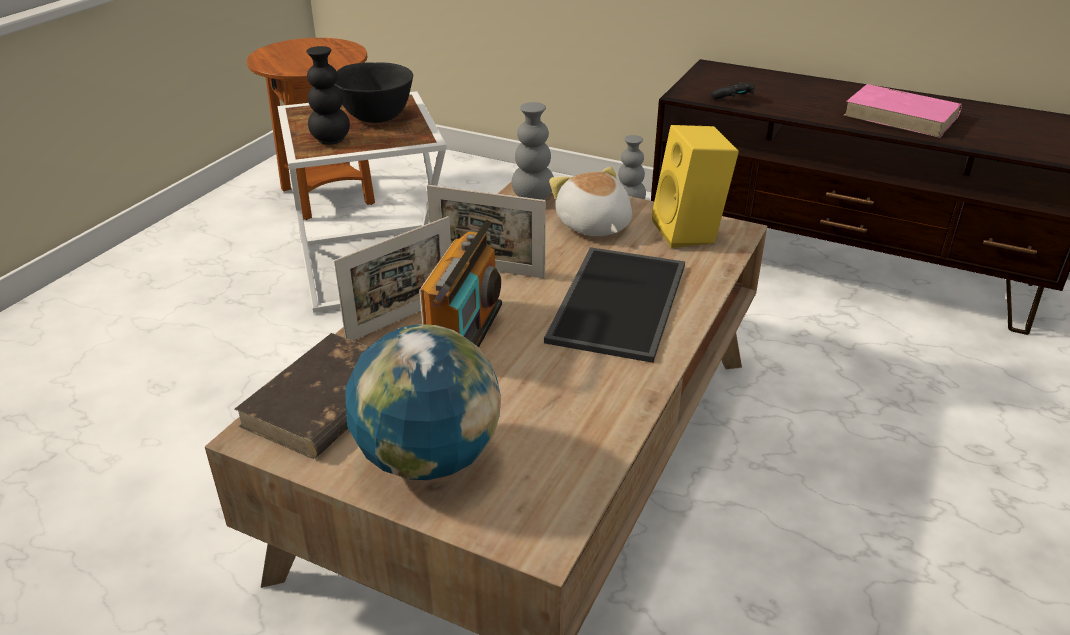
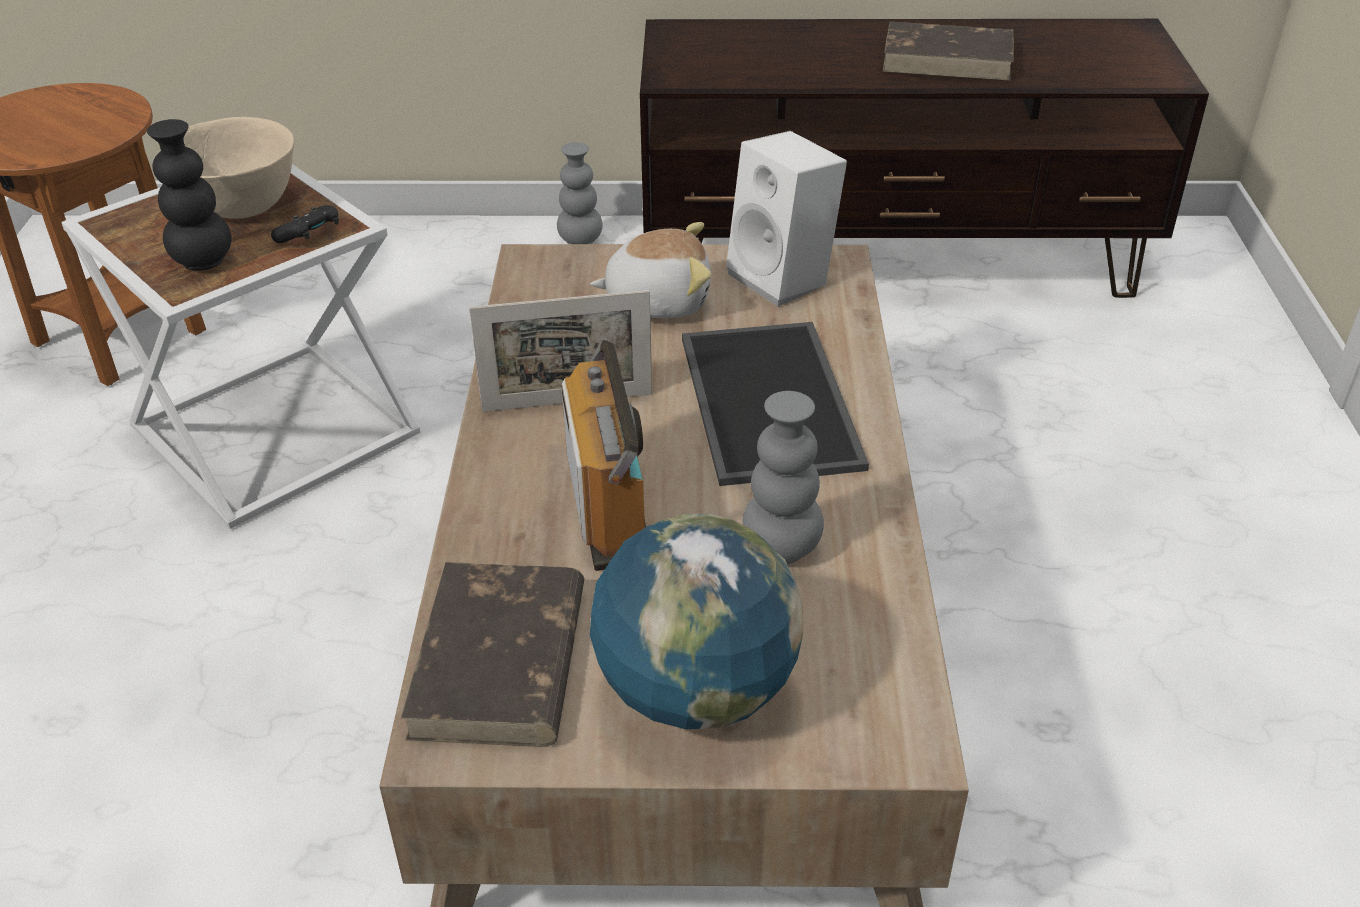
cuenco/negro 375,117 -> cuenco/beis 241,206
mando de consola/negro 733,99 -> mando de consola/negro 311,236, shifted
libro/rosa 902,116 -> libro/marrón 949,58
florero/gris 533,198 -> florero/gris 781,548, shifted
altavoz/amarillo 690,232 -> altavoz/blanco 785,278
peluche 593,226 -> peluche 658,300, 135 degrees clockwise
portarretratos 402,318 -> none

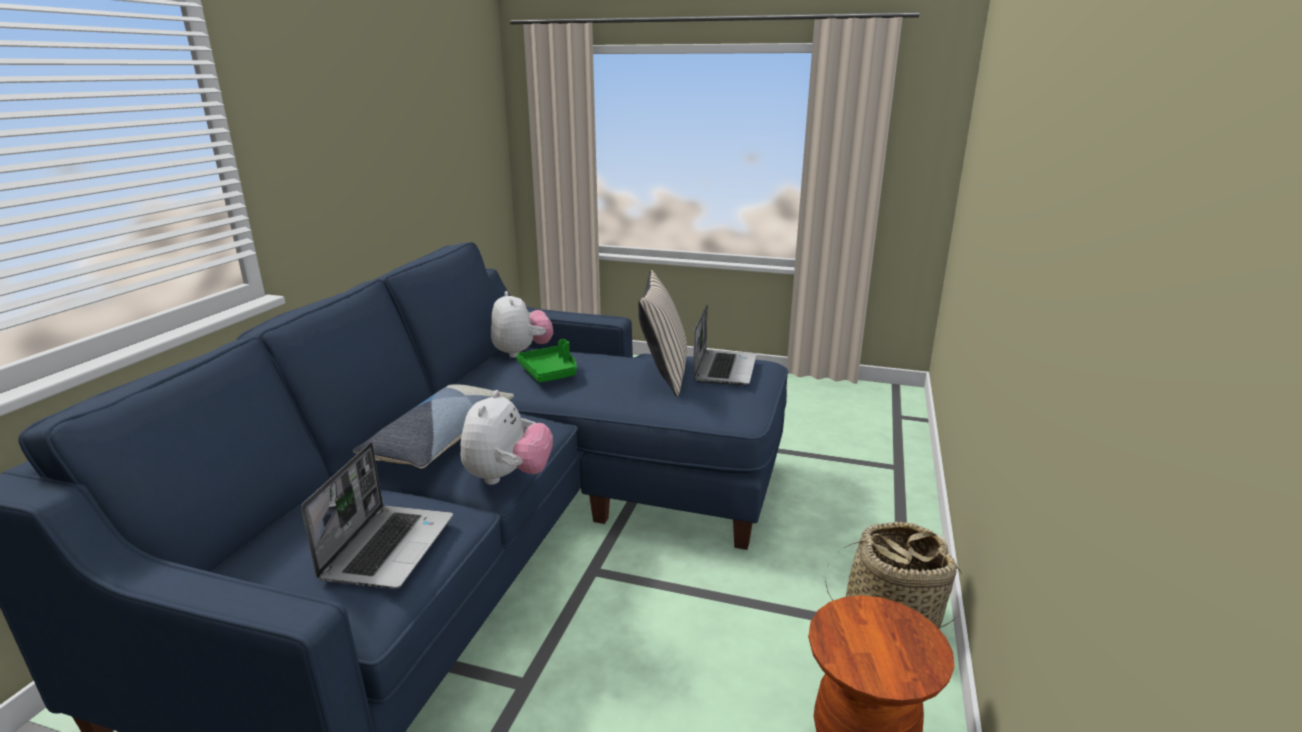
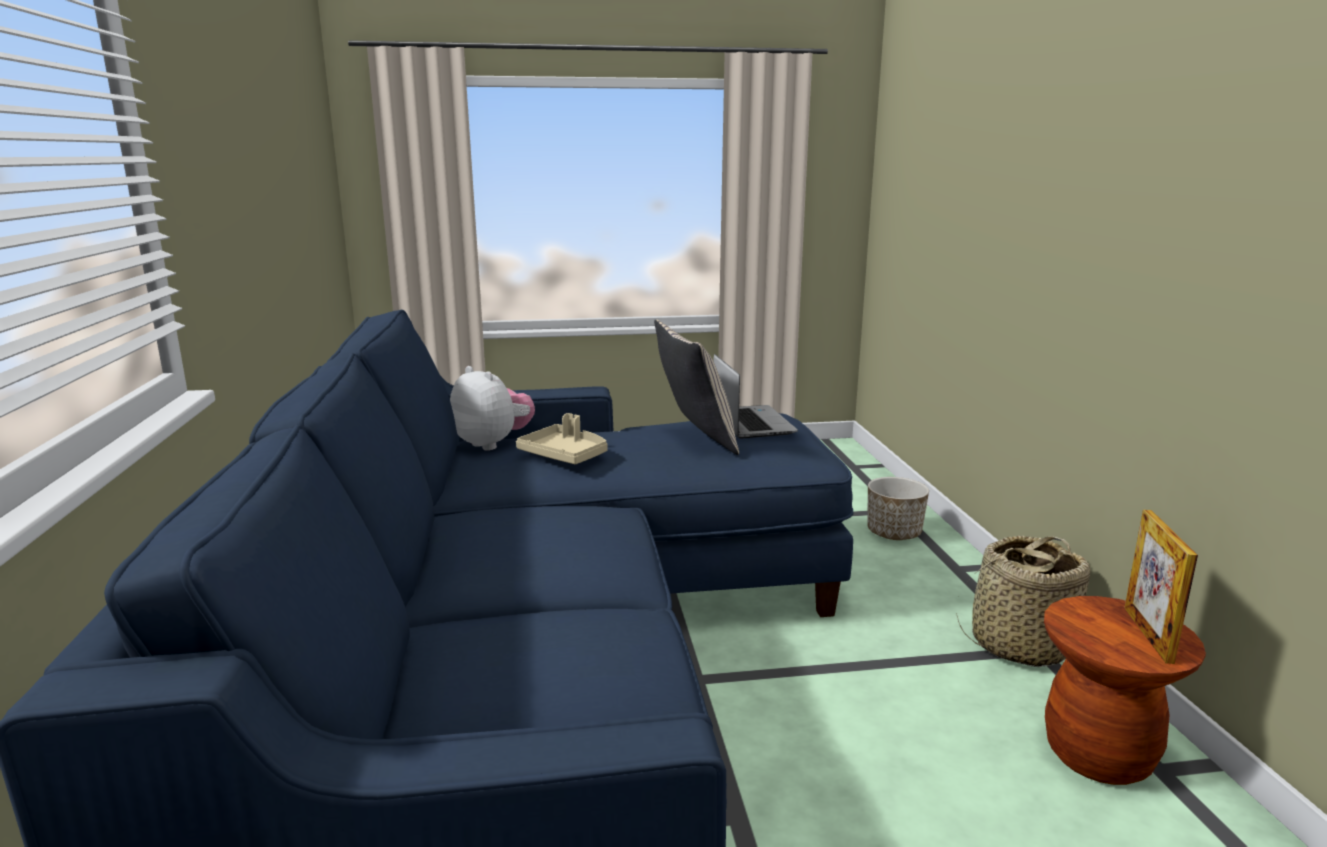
bandeja/verde 550,372 -> bandeja/beis 565,455
cojín 440,438 -> none
peluche 508,477 -> none
portátil 388,547 -> none
none -> maceta 894,533
none -> portarretratos 1148,634

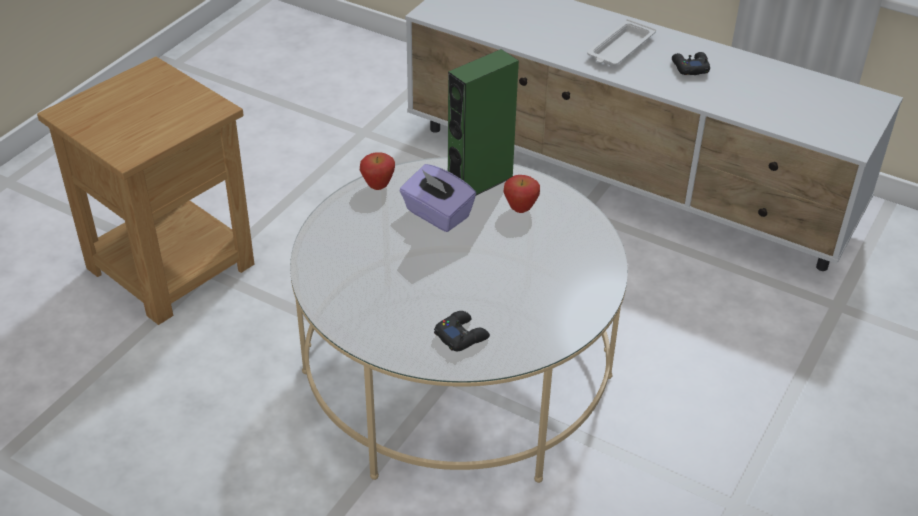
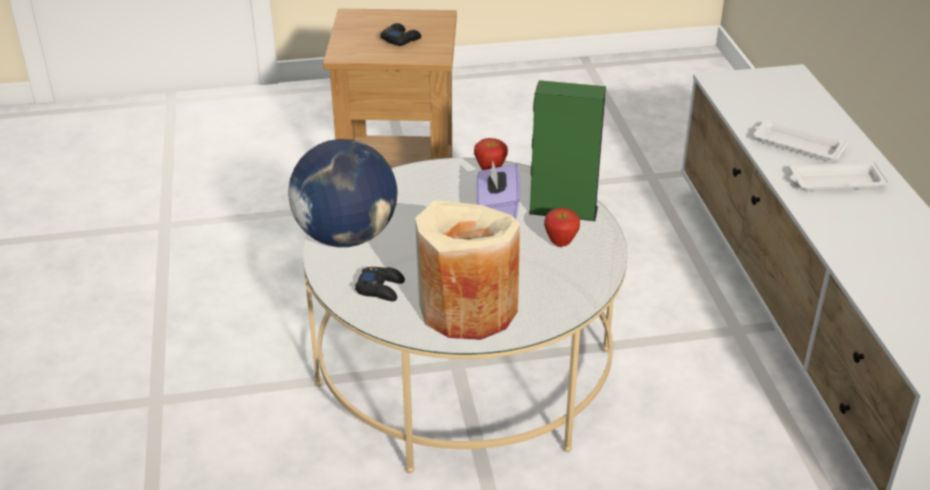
mando de consola/negro 690,67 -> mando de consola/negro 400,39, shifted
none -> bandeja/blanco 796,145
none -> globo terráqueo 346,236
none -> florero/beis 467,309

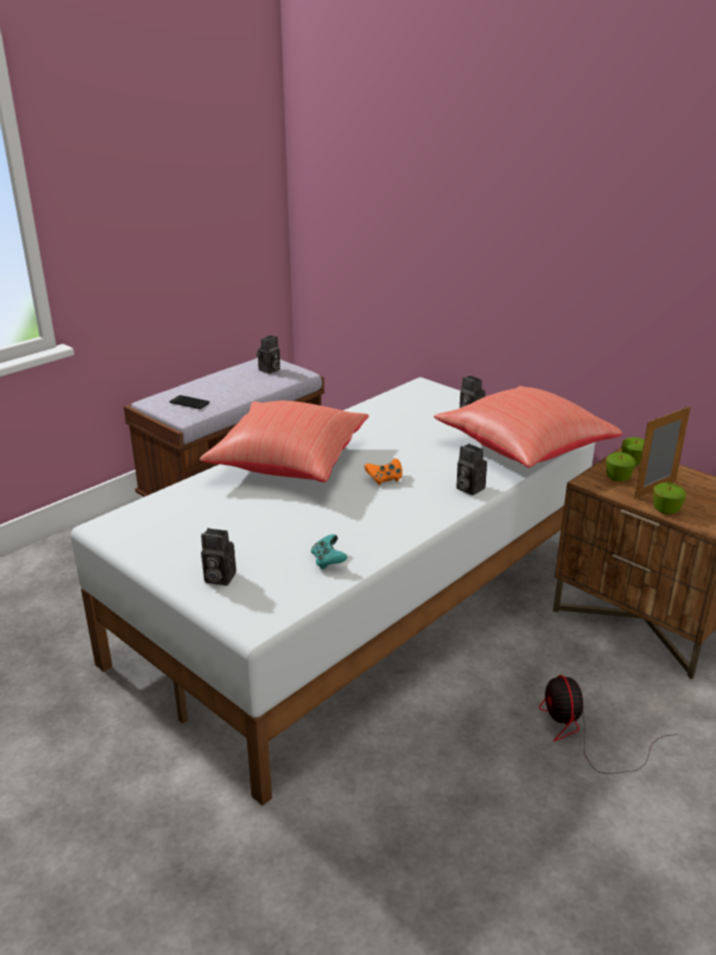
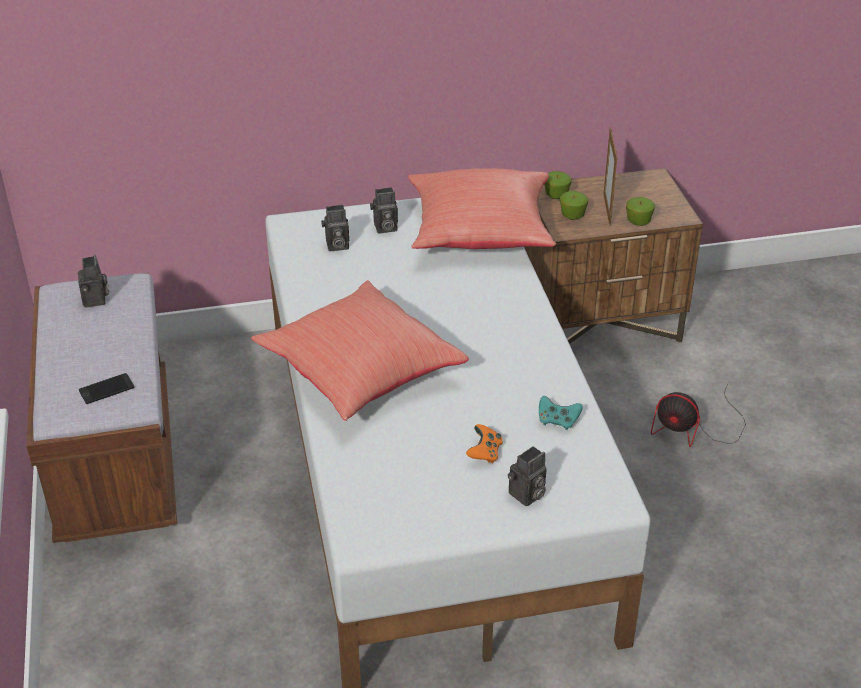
cámara 468,488 -> cámara 336,246, shifted
mando de consola/naranja 384,479 -> mando de consola/naranja 484,453, shifted

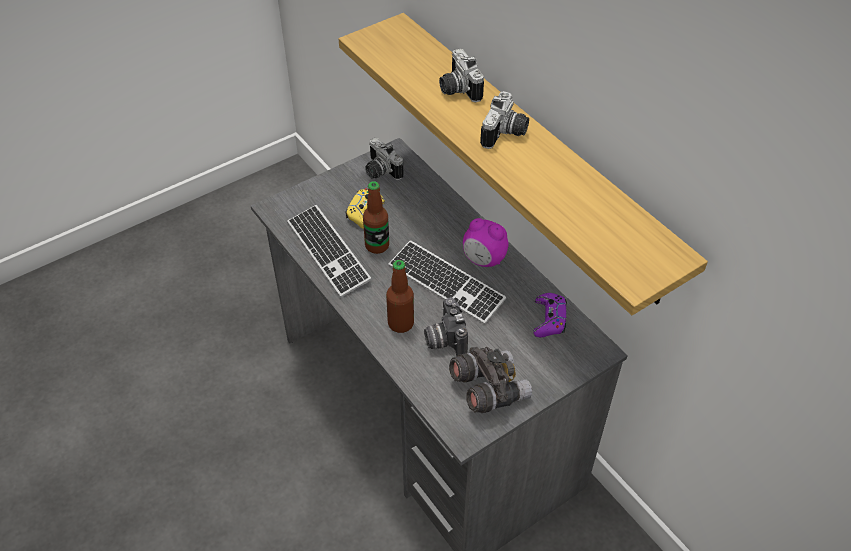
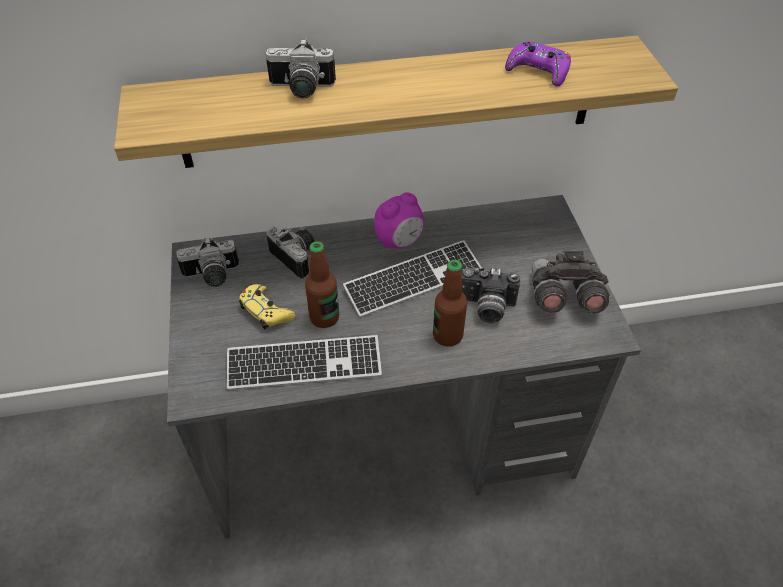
cámara 506,134 -> cámara 298,256, shifted
mando de consola/morado 549,319 -> mando de consola/morado 538,71, shifted

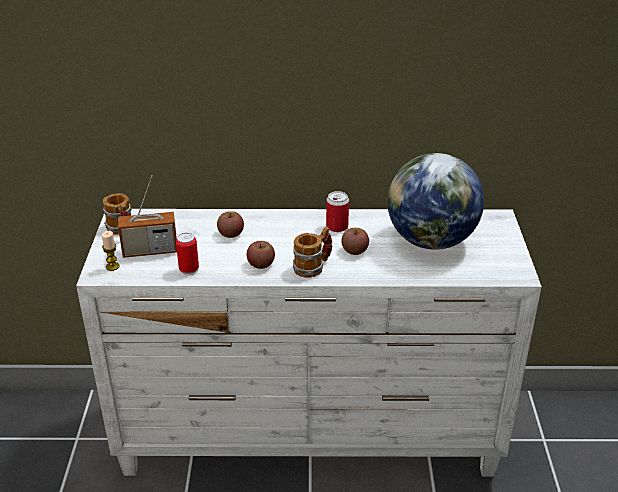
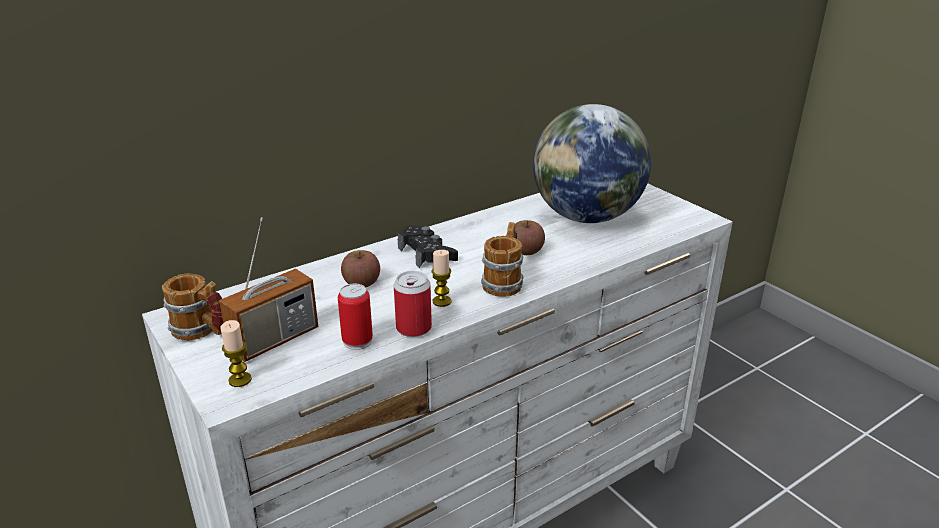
lata 337,227 -> lata 413,328, shifted
manzana 261,264 -> vela 442,301
none -> mando de consola/negro 427,254

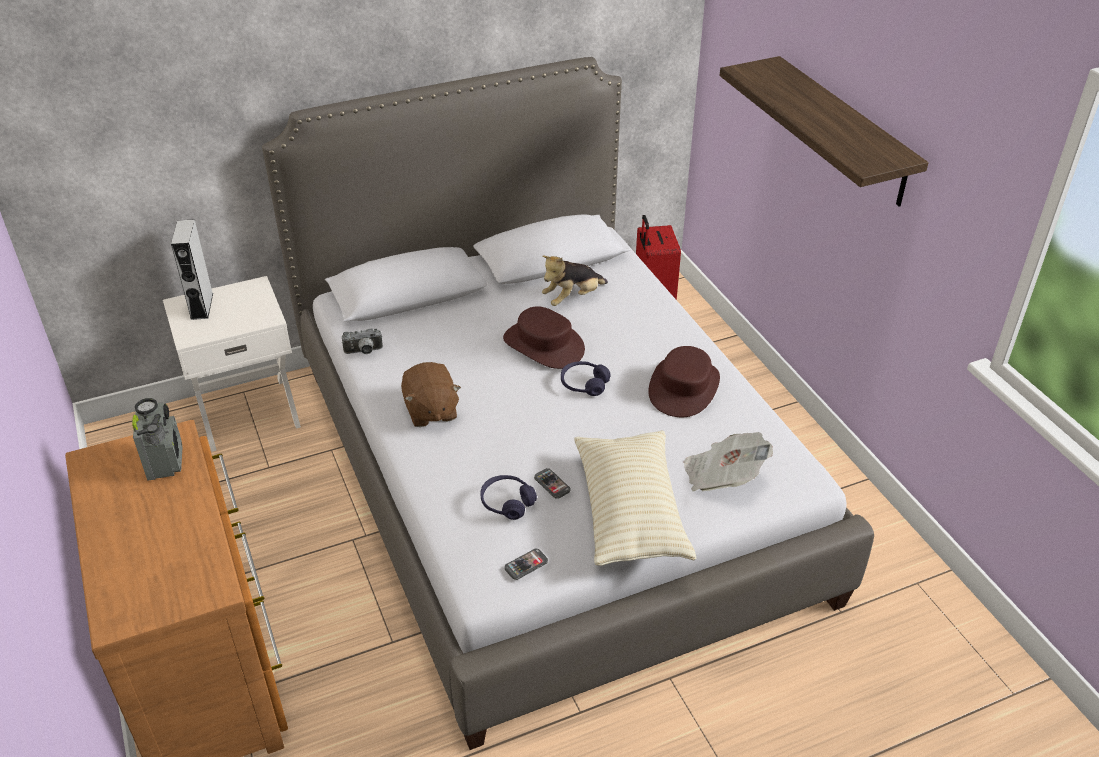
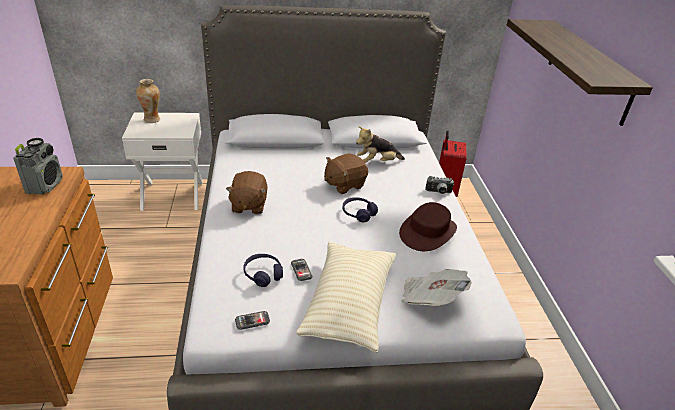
altavoz/gris 202,306 -> florero 152,119
sombrero/marrón 544,345 -> peluche/marrón 344,184
cámara 364,352 -> cámara 438,192, shifted

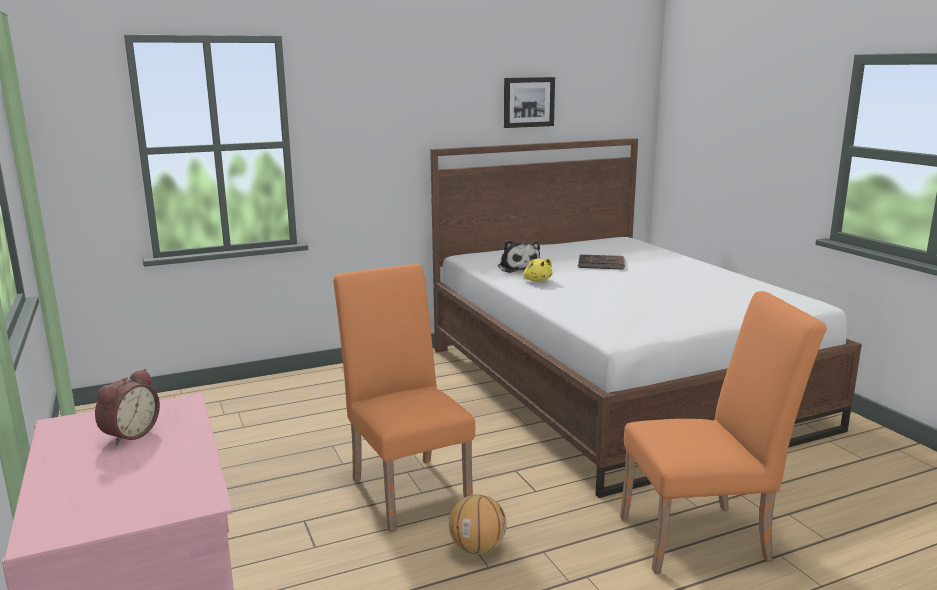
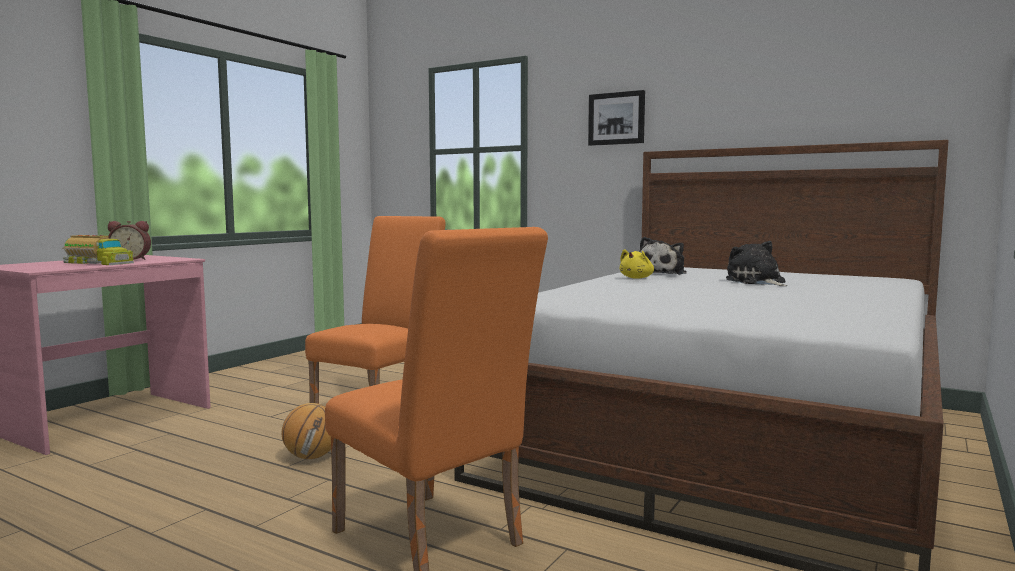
cuadro 528,102 -> cuadro 616,118, shifted
libro/marrón 601,265 -> peluche 757,282
none -> camión de juguete 97,263

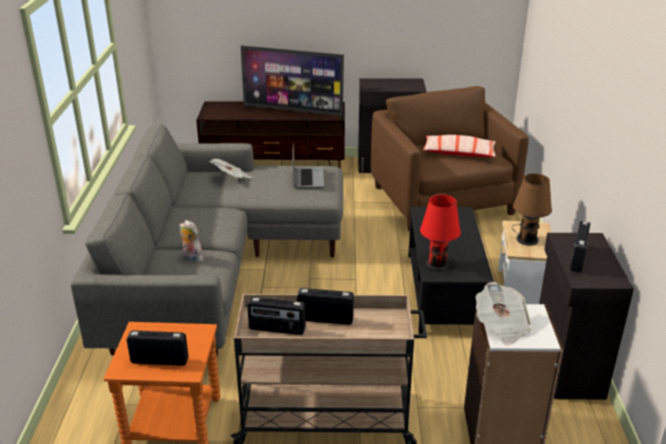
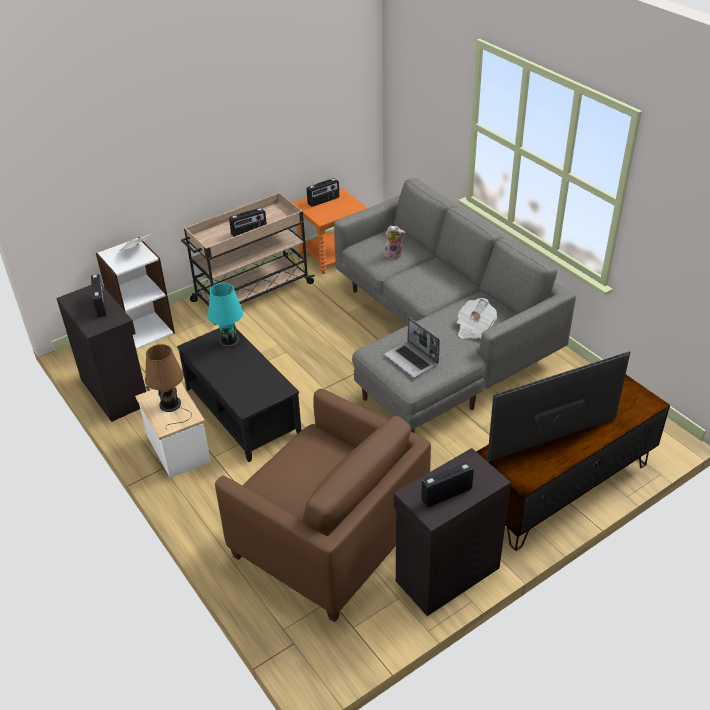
cojín 459,153 -> none
lámpara de mesa/rojo 438,262 -> lámpara de mesa/turquesa 229,342
radio 277,329 -> radio 446,494, shifted

